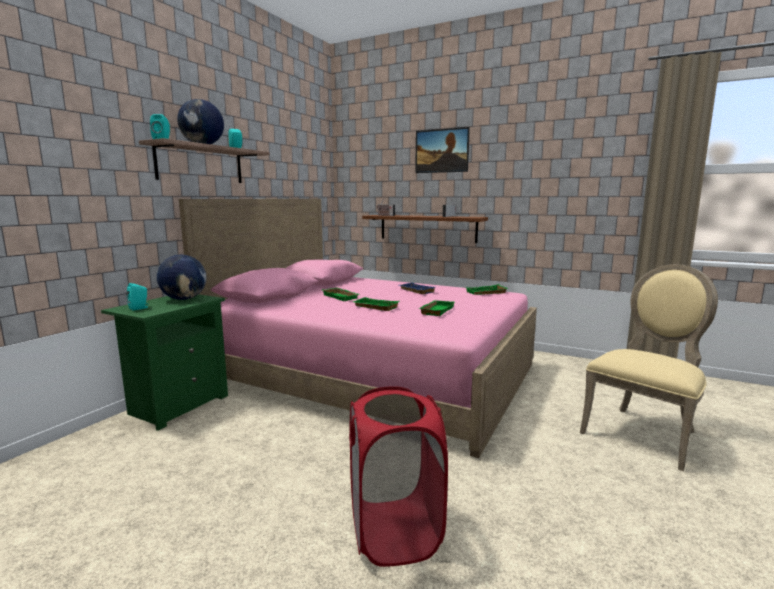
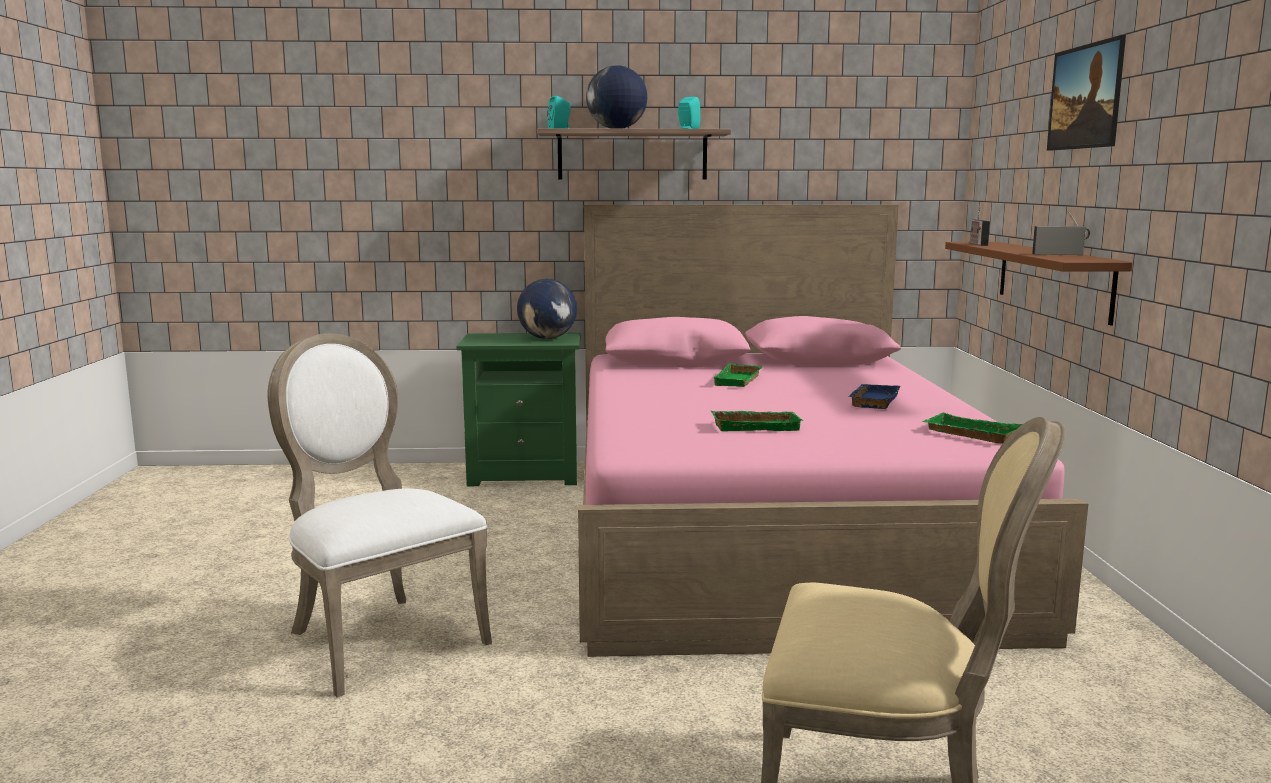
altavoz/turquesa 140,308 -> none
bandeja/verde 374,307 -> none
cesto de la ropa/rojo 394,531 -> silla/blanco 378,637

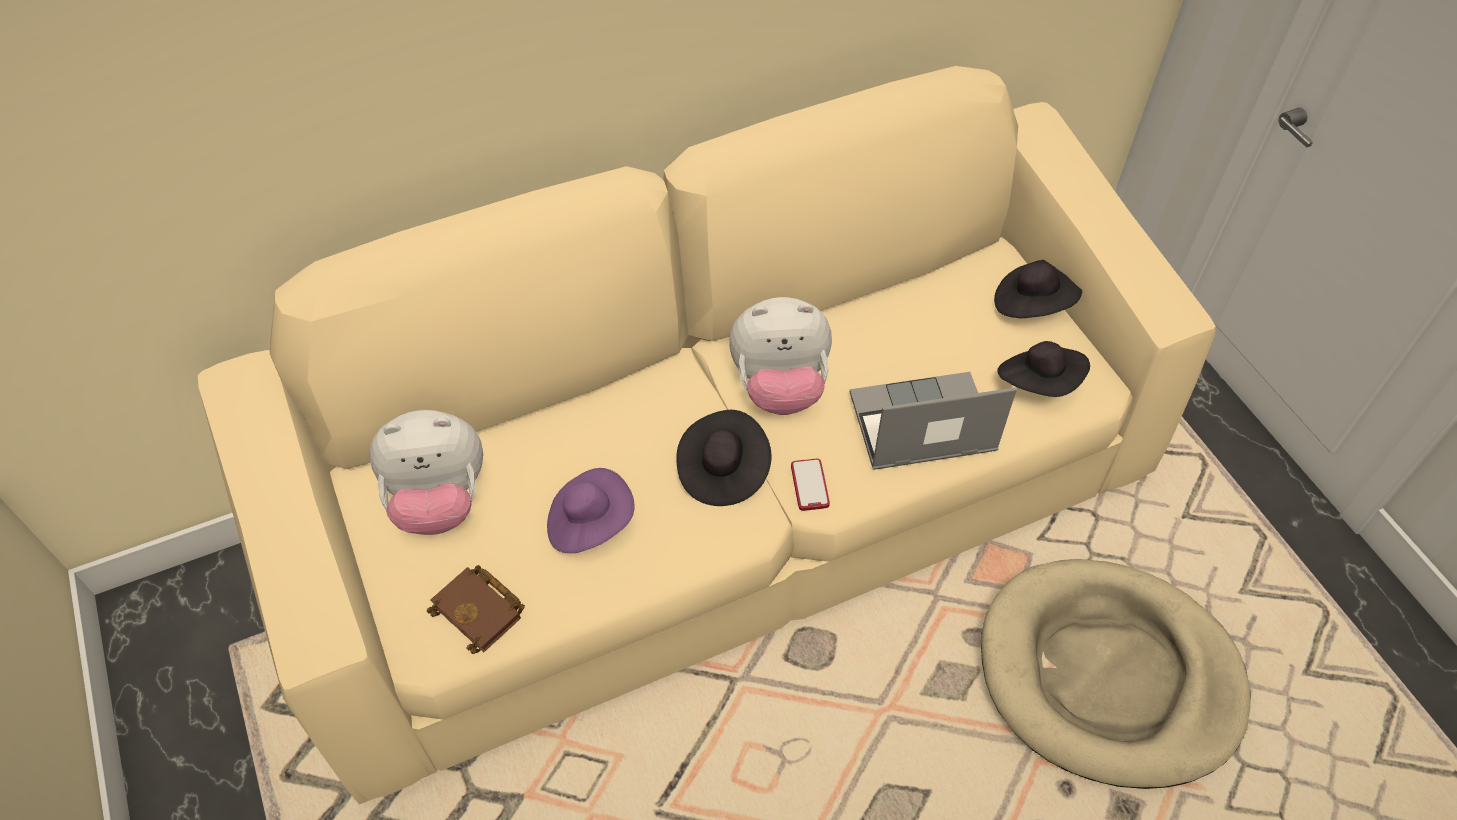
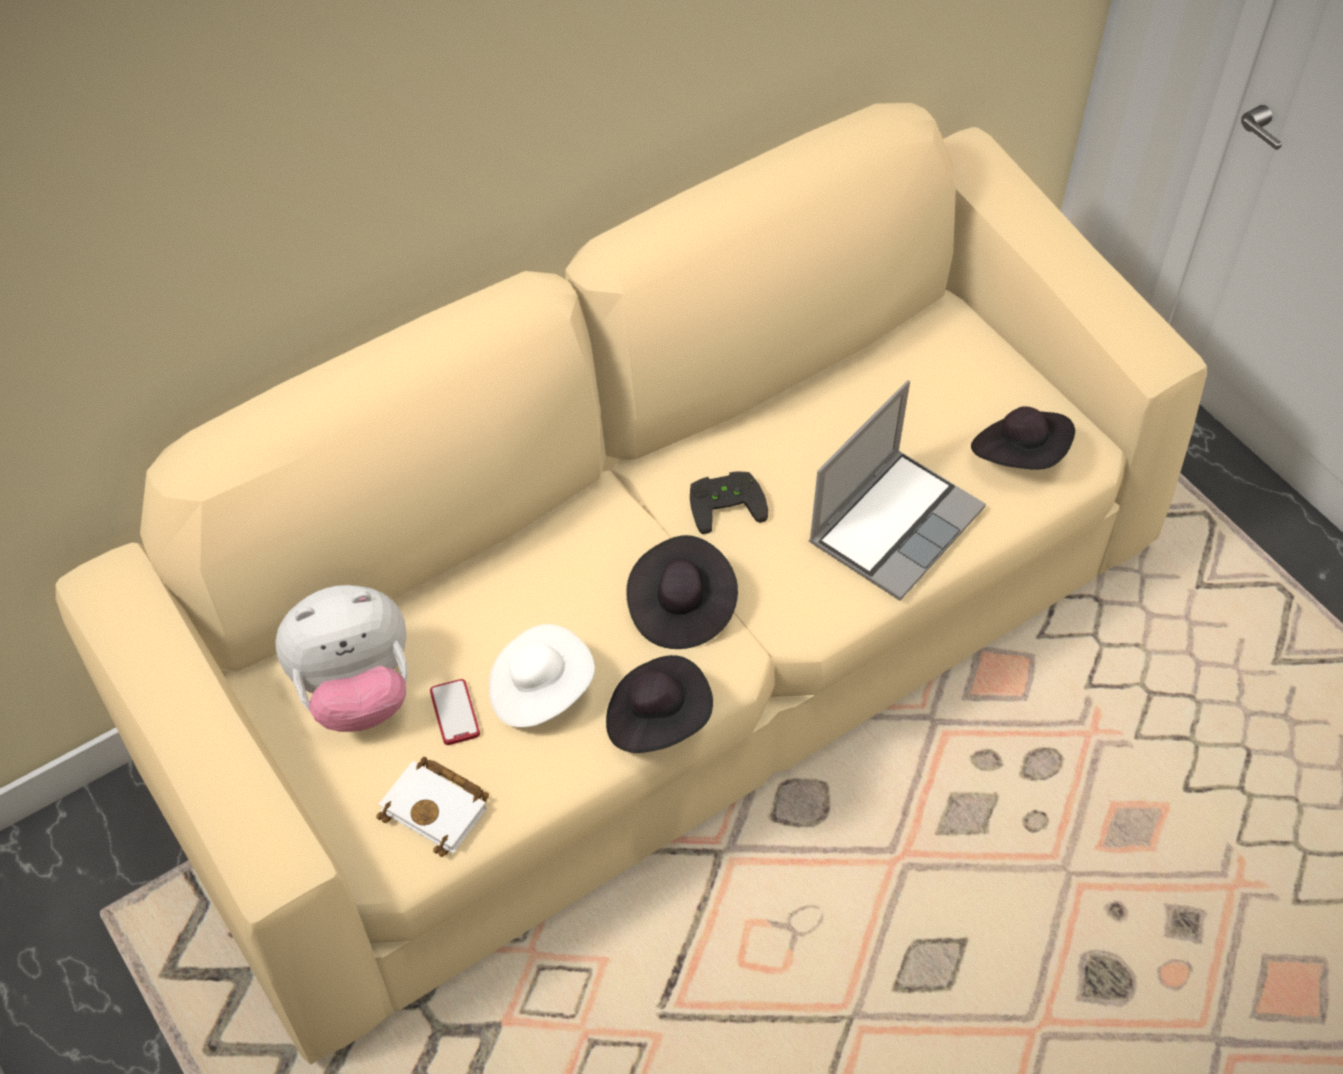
sombrero/negro 1032,304 -> sombrero/negro 657,719, shifted
peluche 780,387 -> mando de consola/negro 725,502
portátil 920,426 -> portátil 895,524, 150 degrees clockwise
móvil 809,485 -> móvil 455,713, shifted
sombrero/morado 590,523 -> sombrero/blanco 539,690
cama para perro/beis 1108,676 -> none
libro/marrón 481,611 -> libro/blanco 438,808

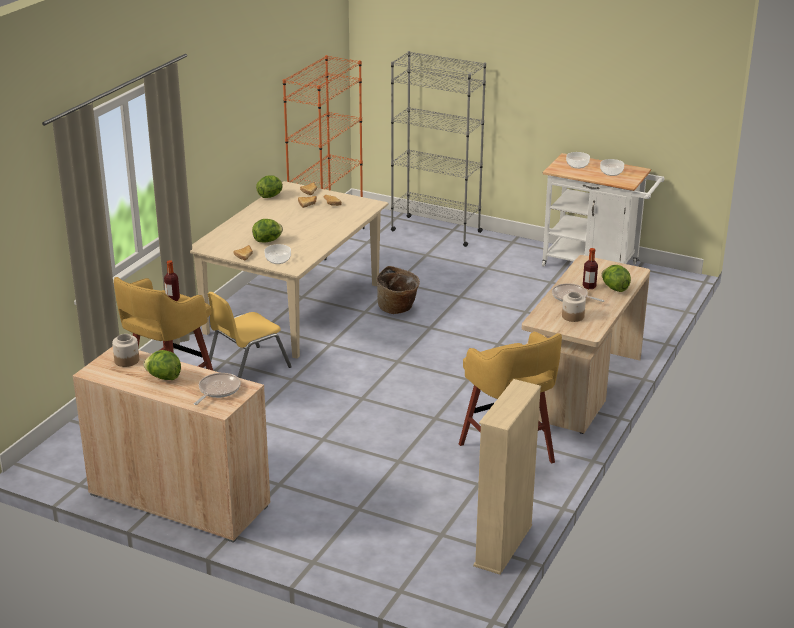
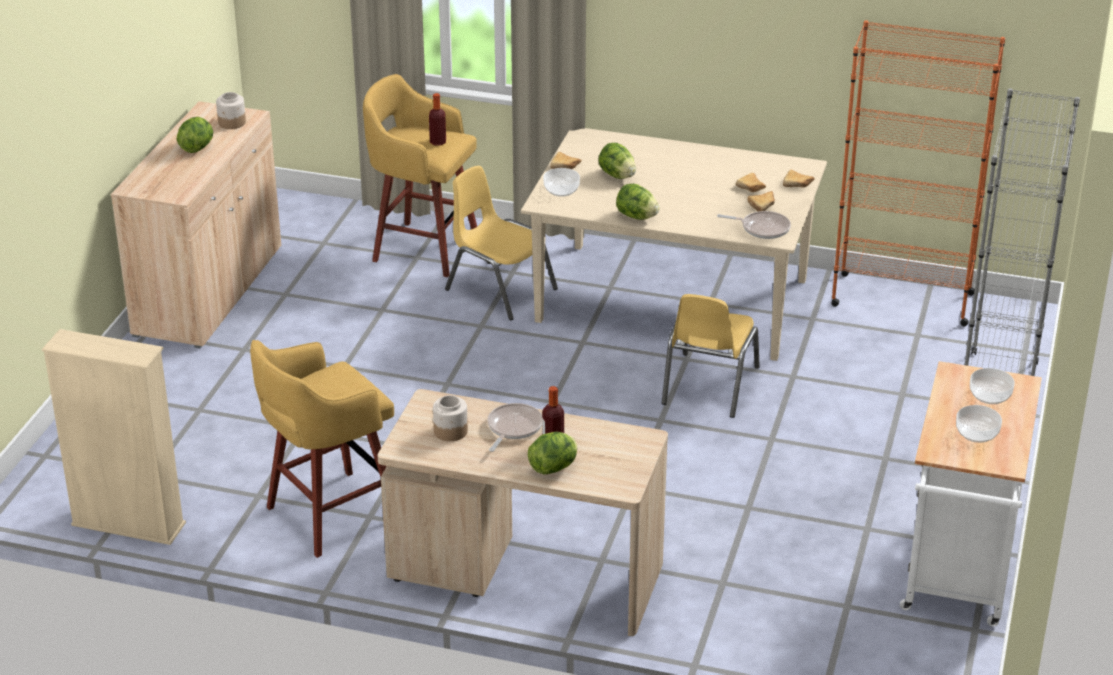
lechuga 270,196 -> lechuga 636,217, shifted
cesta 398,308 -> silla/amarillo 708,386
sartén 218,390 -> sartén 762,228, shifted

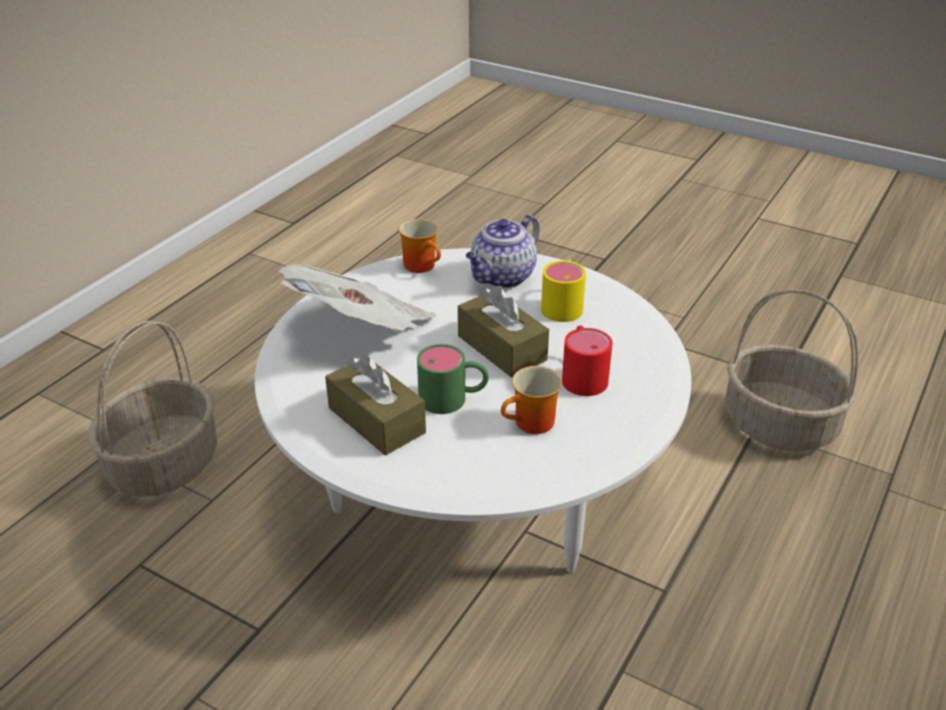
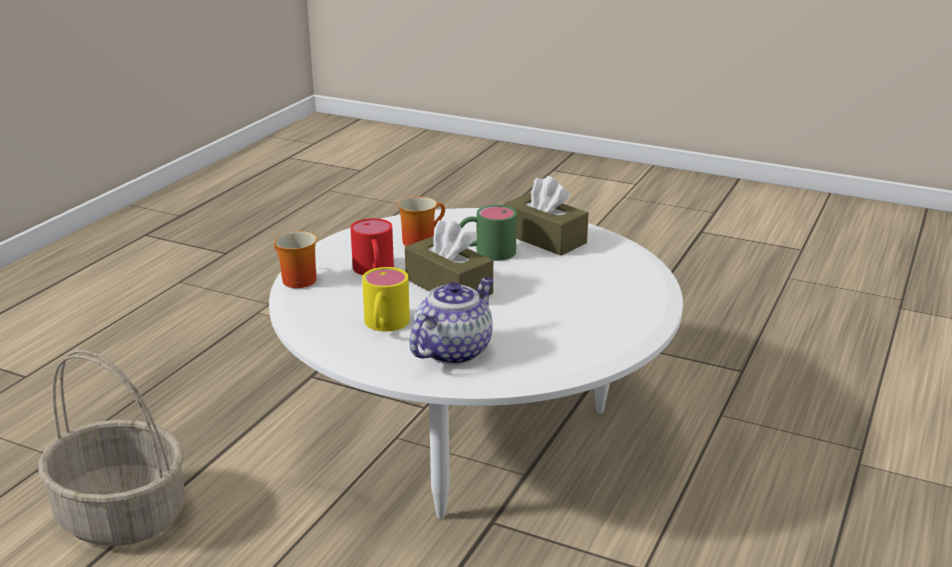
taza grande 423,265 -> taza grande 294,280, shifted
periódico 362,331 -> none
cesta 164,463 -> none

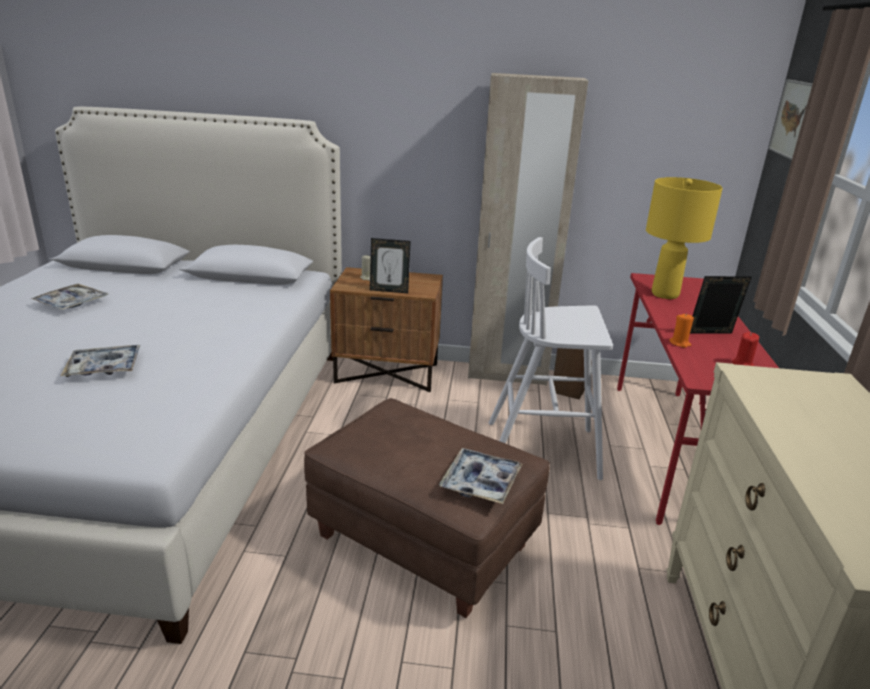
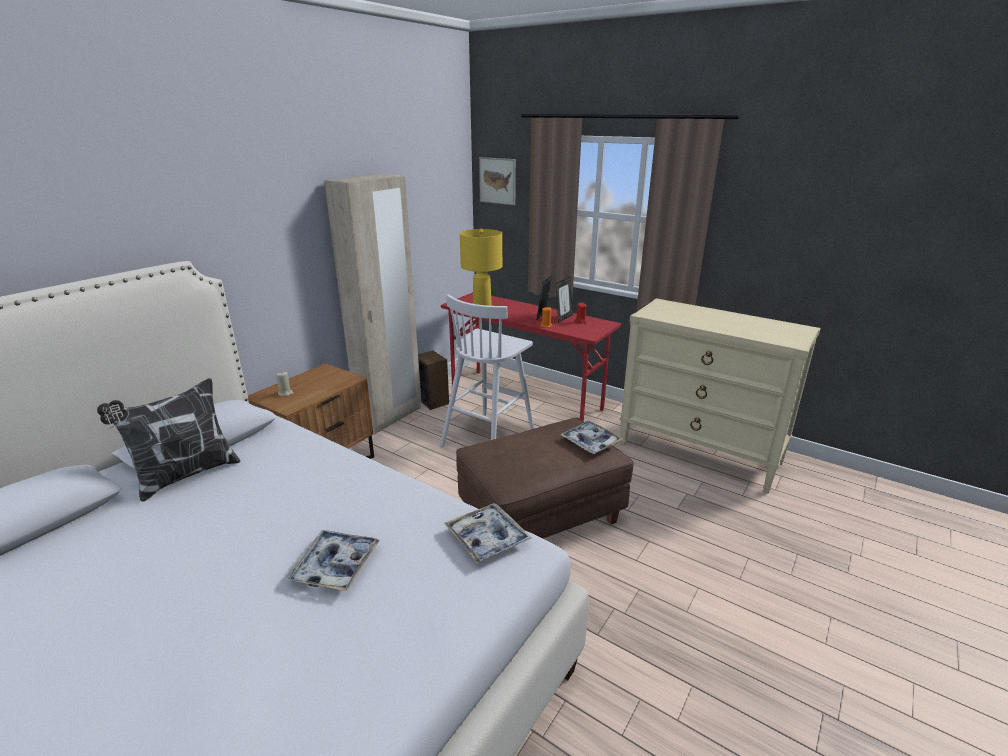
portarretratos 389,290 -> portarretratos 563,318, shifted
bandeja 71,303 -> bandeja 487,538, shifted
none -> cojín 185,475

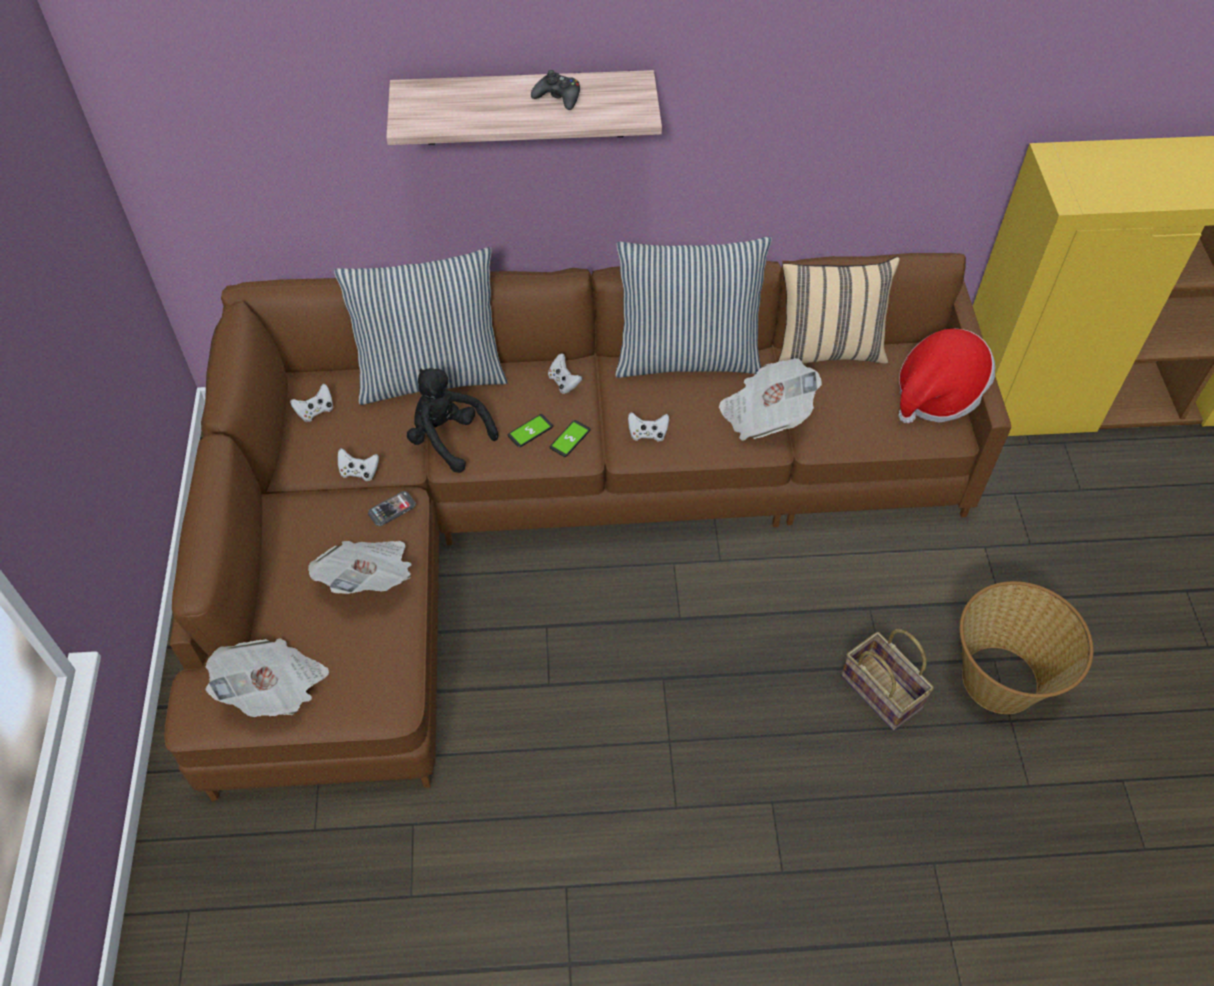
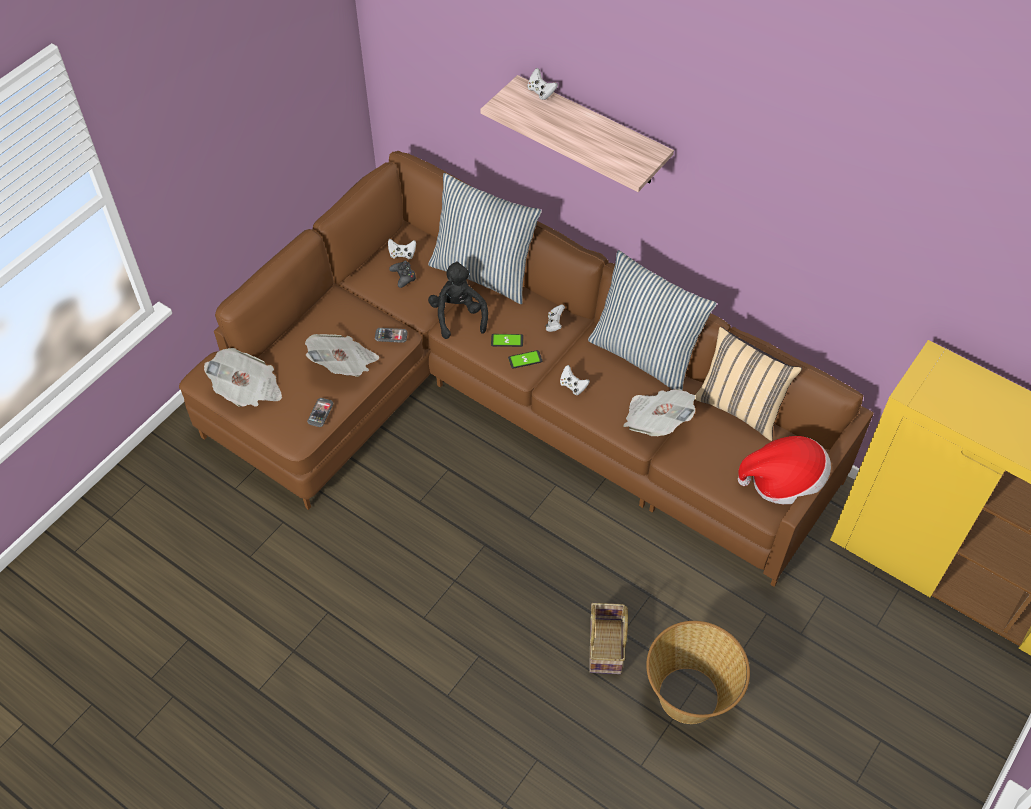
mando de consola/negro 558,97 -> mando de consola/negro 403,276, shifted
mando de consola/blanco 359,472 -> mando de consola/blanco 541,92, shifted
none -> móvil 320,413

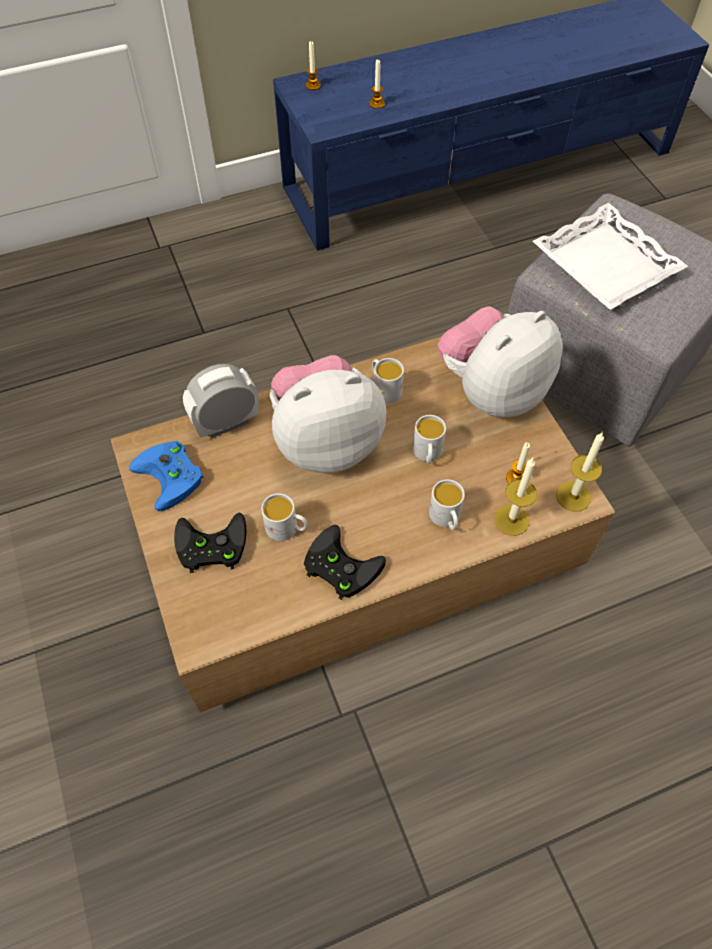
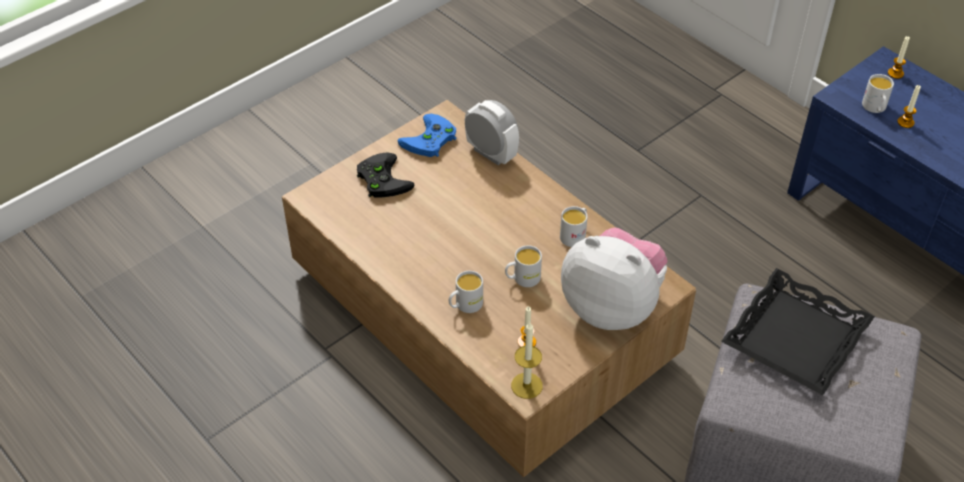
bandeja/blanco 604,265 -> bandeja/negro 794,337
peluche 326,442 -> none
vela 511,520 -> none
taza grande/blanco 287,529 -> taza grande/blanco 875,108, shifted
mando de consola/negro 338,566 -> none

